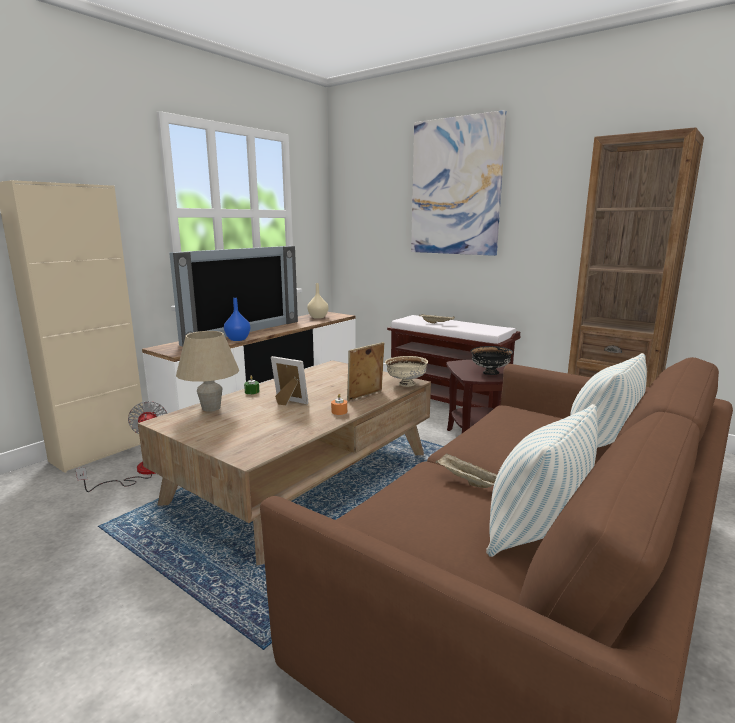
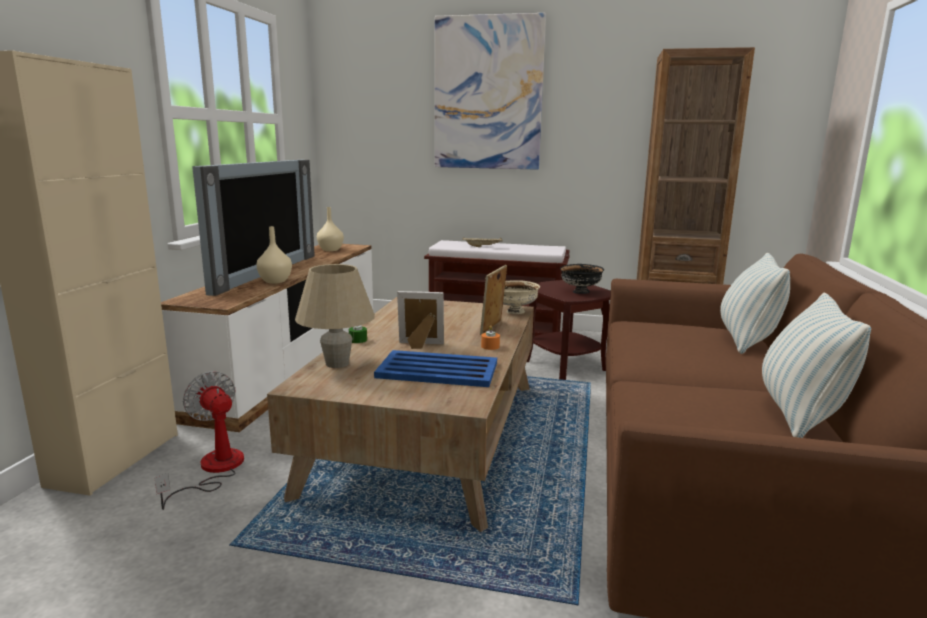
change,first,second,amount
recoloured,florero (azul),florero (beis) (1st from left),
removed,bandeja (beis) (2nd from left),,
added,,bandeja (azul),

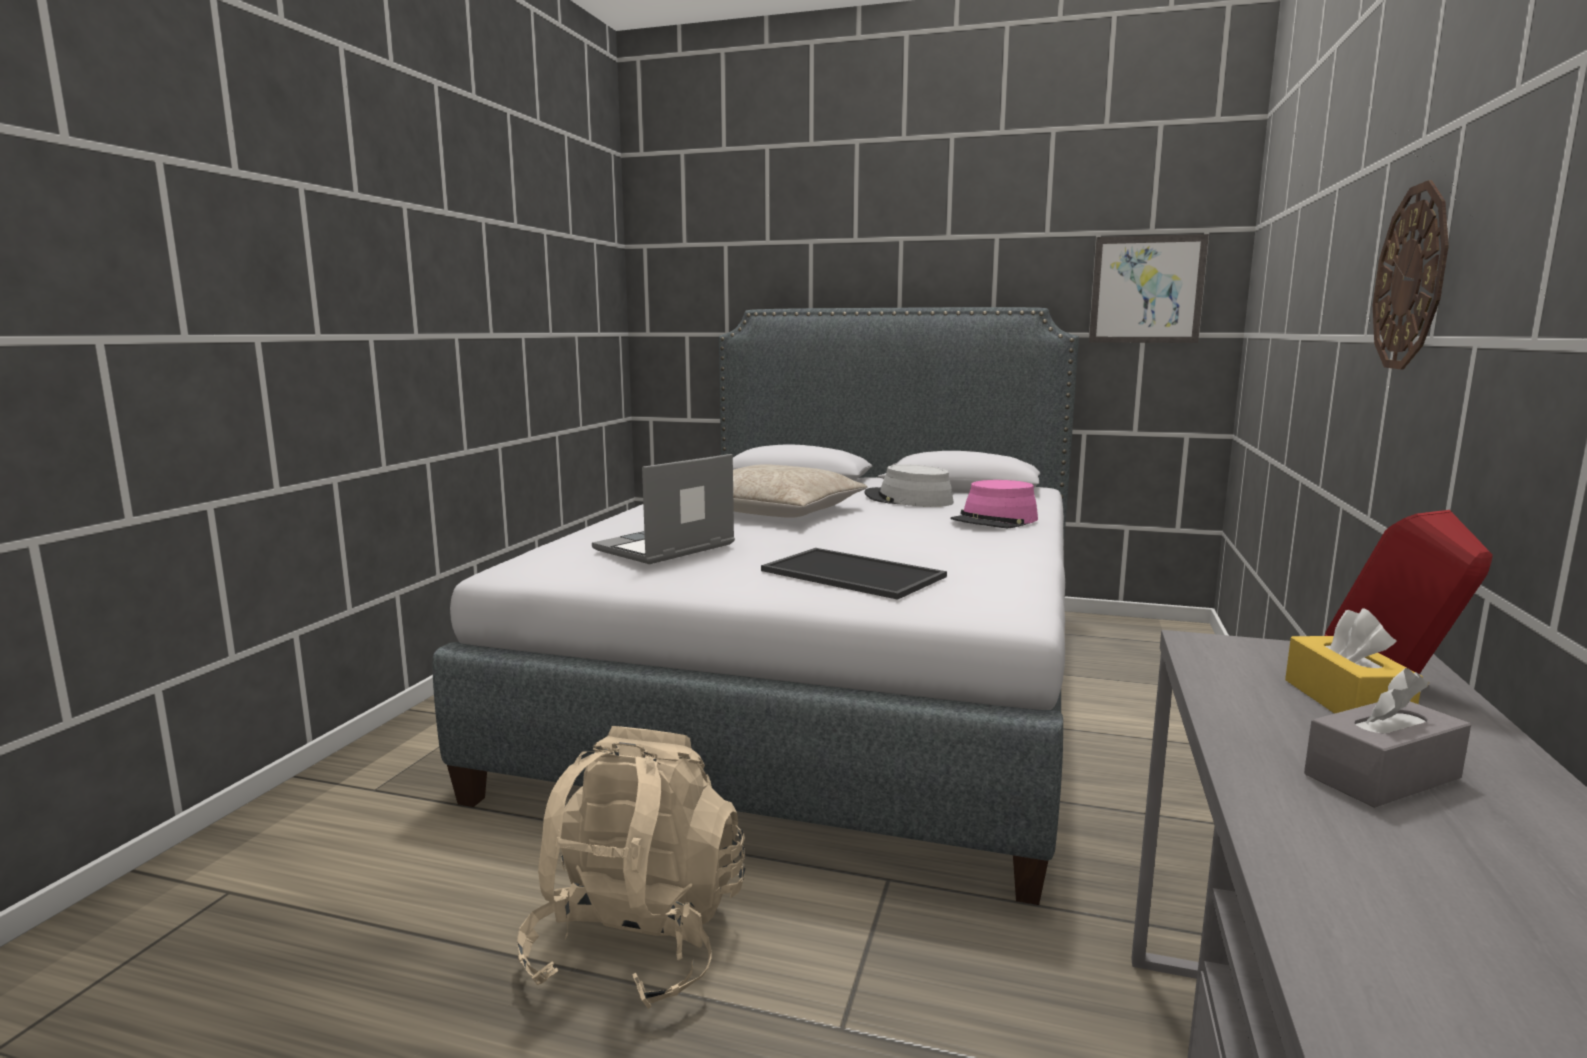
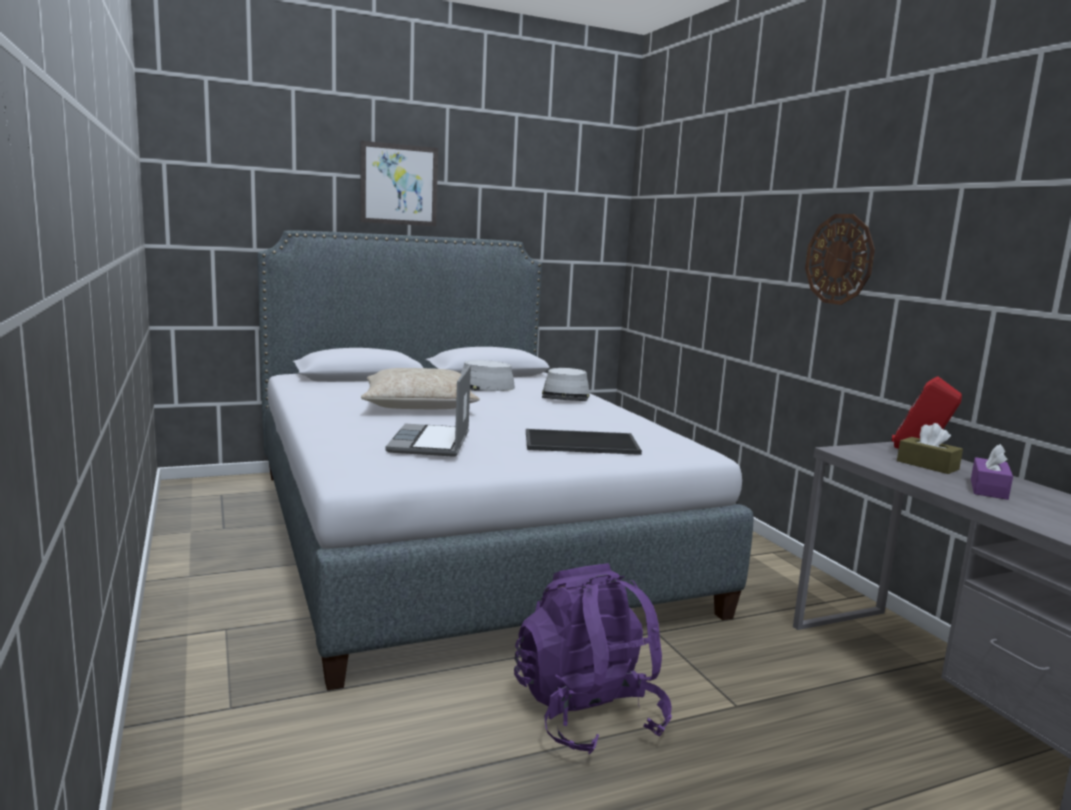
change,first,second,amount
recoloured,mochila (beis),mochila (morado),
recoloured,sombrero (rosa),sombrero (gris) (2nd from left),
moved,cuadro,,
recoloured,caja de pañuelos (amarillo),caja de pañuelos (marrón),
recoloured,caja de pañuelos (gris),caja de pañuelos (morado),

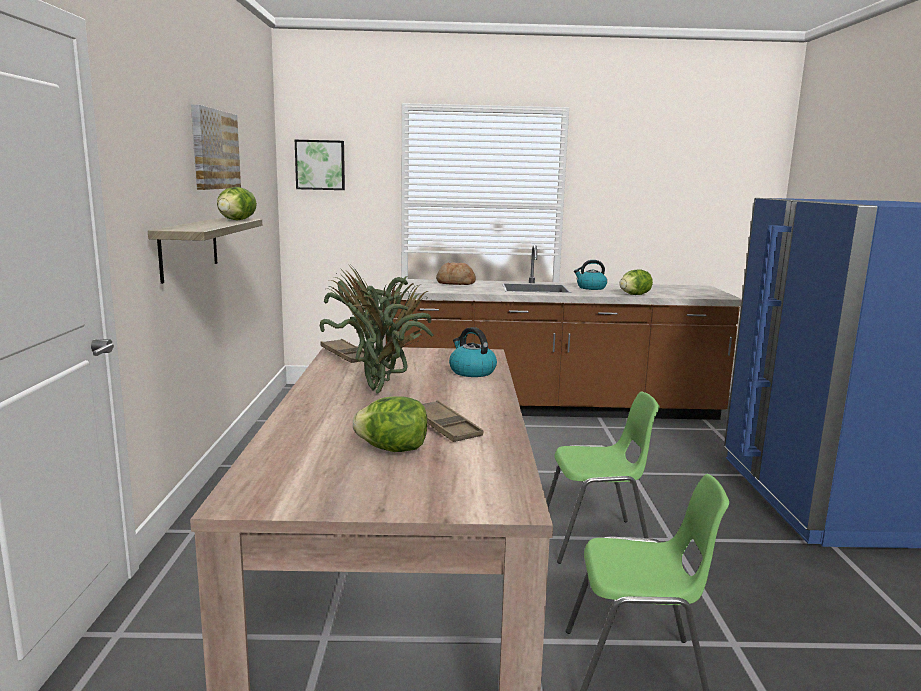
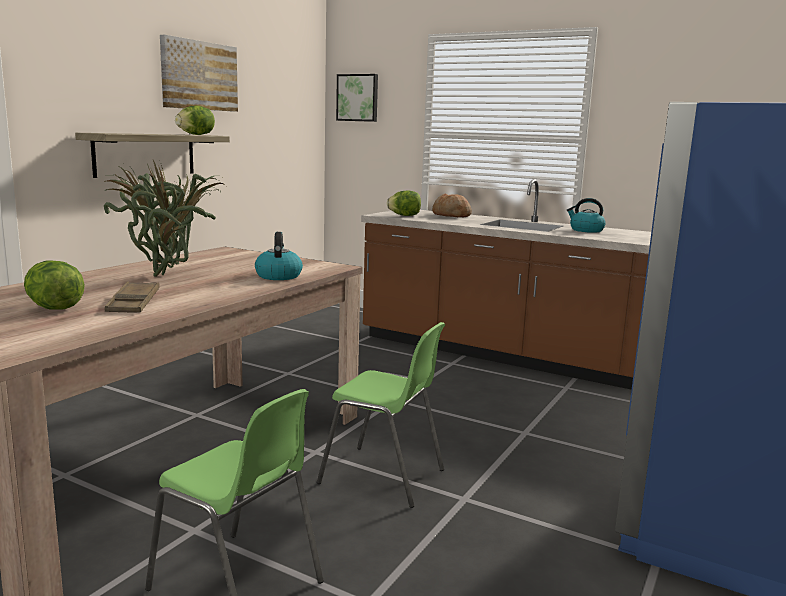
change,first,second,amount
removed,bandeja (marrón) (1st from left),,
moved,lechuga (3rd from left),,

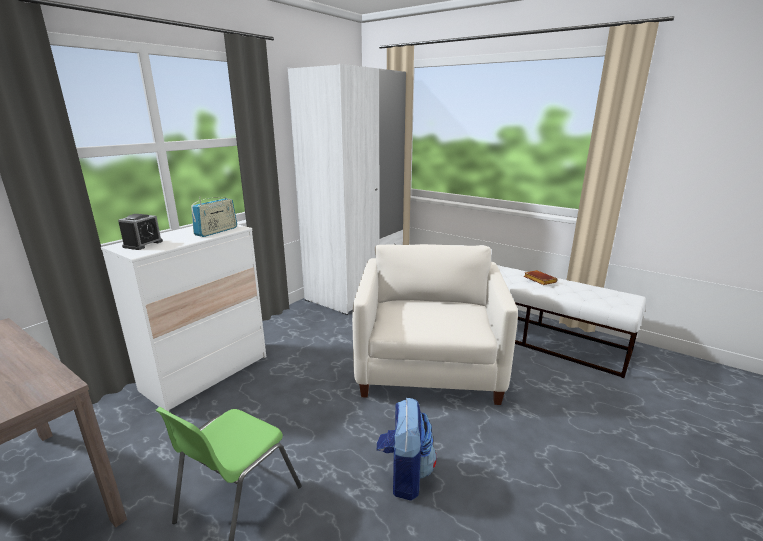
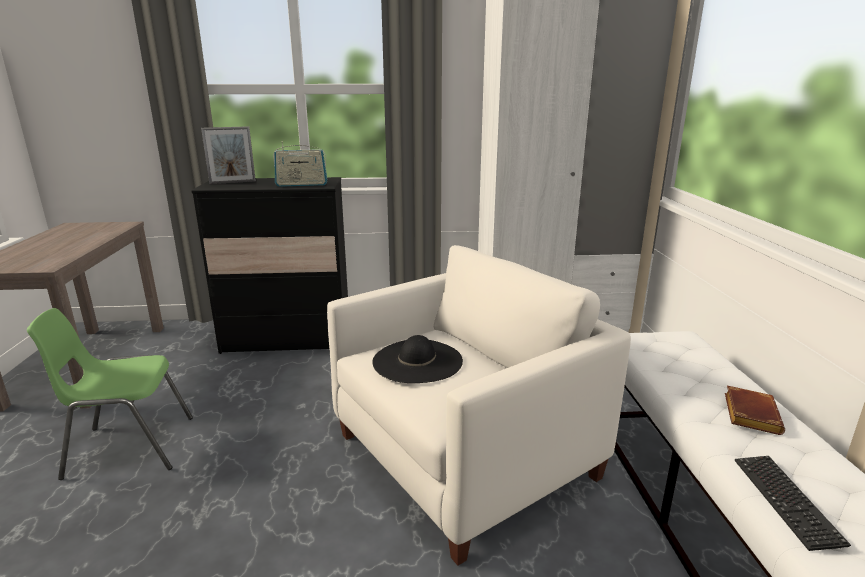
change,first,second,amount
recoloured,cómoda (blanco),cómoda (negro),
replaced,despertador,portarretratos,
removed,mochila,,
added,,sombrero (negro),
added,,teclado,

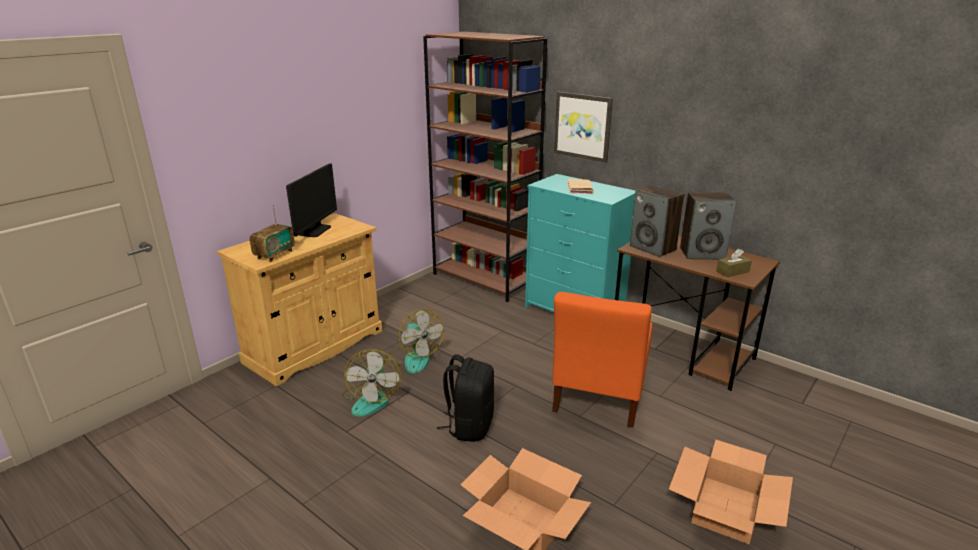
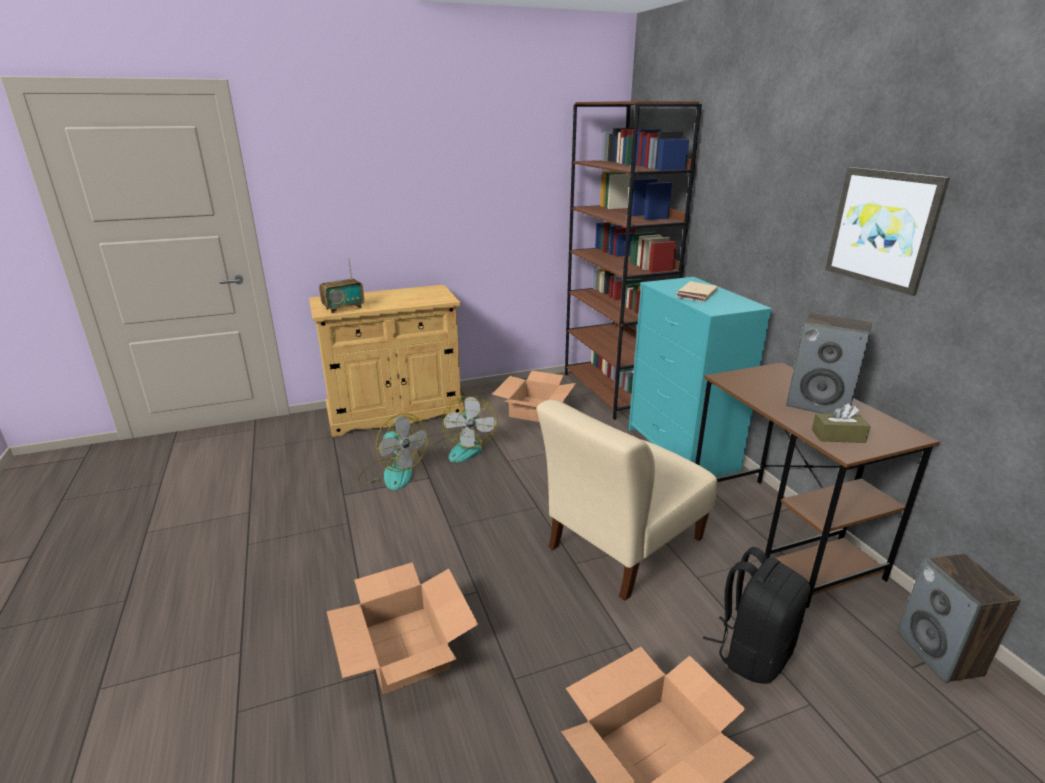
change,first,second,amount
removed,monitor,,
turned,ventilador (1st from left),,75 degrees counterclockwise
moved,mochila (negro),,
recoloured,silla (naranja),silla (beis),
moved,cuadro,,
moved,altavoz (1st from left in the first image),altavoz (2nd from left),
added,,caja de cartón (2nd from left),

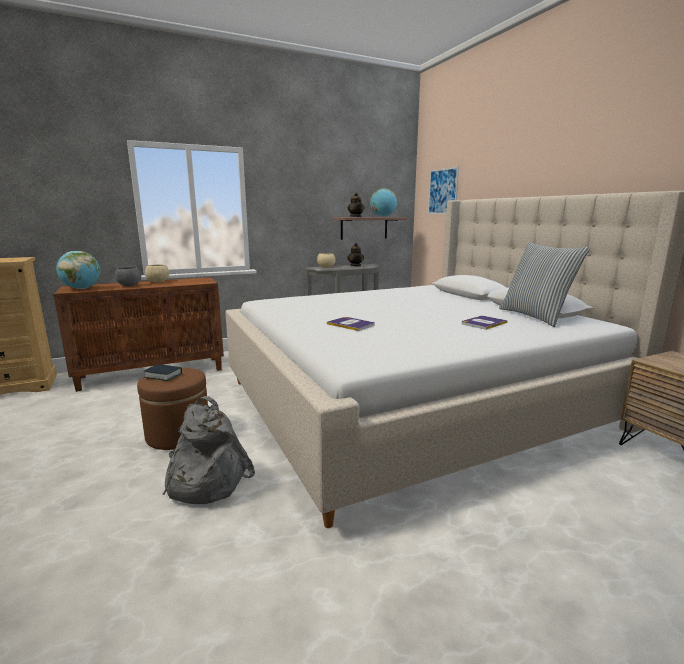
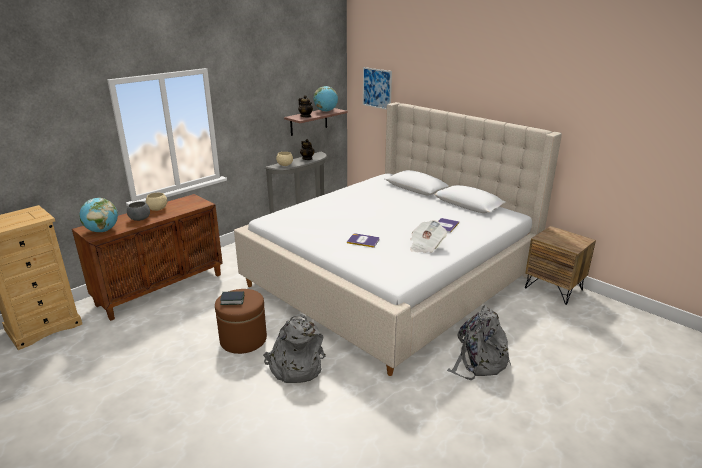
change,first,second,amount
removed,cojín,,
added,,periódico,
added,,mochila (gris) (2nd from left),

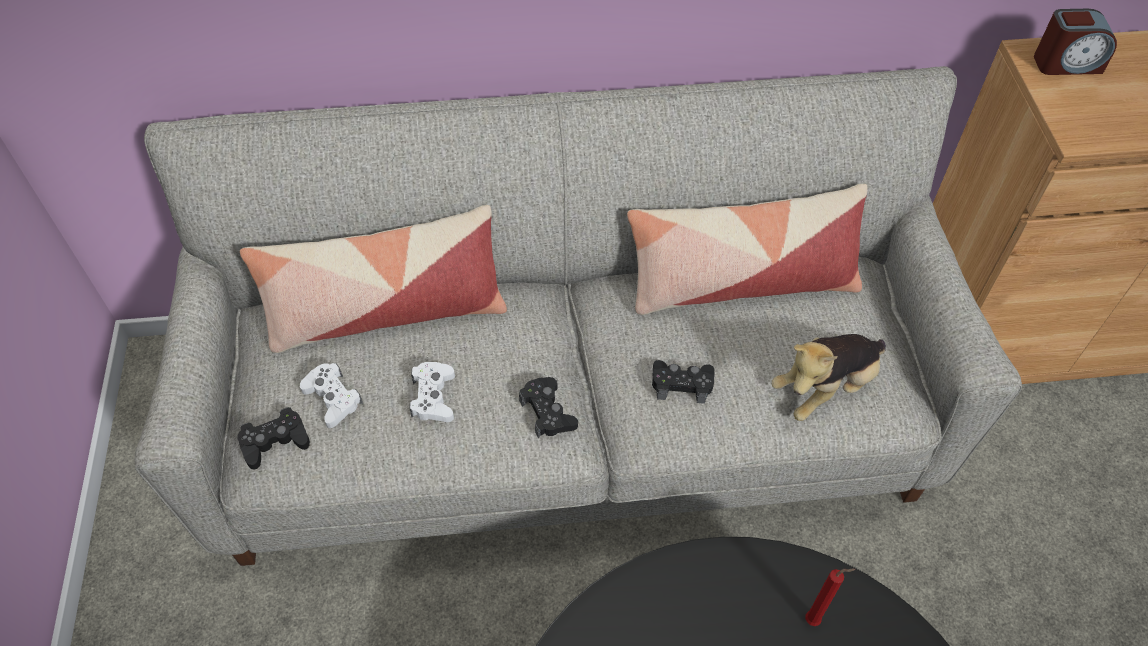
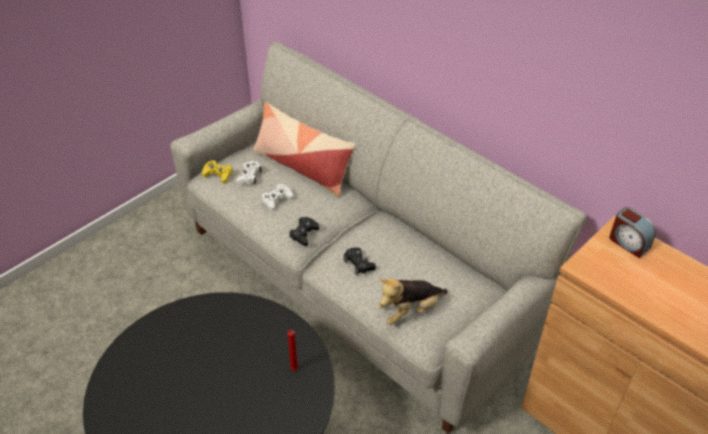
change,first,second,amount
recoloured,mando de consola (negro) (1st from left),mando de consola (amarillo),
removed,cojín (2nd from left),,
turned,peluche,,45 degrees counterclockwise

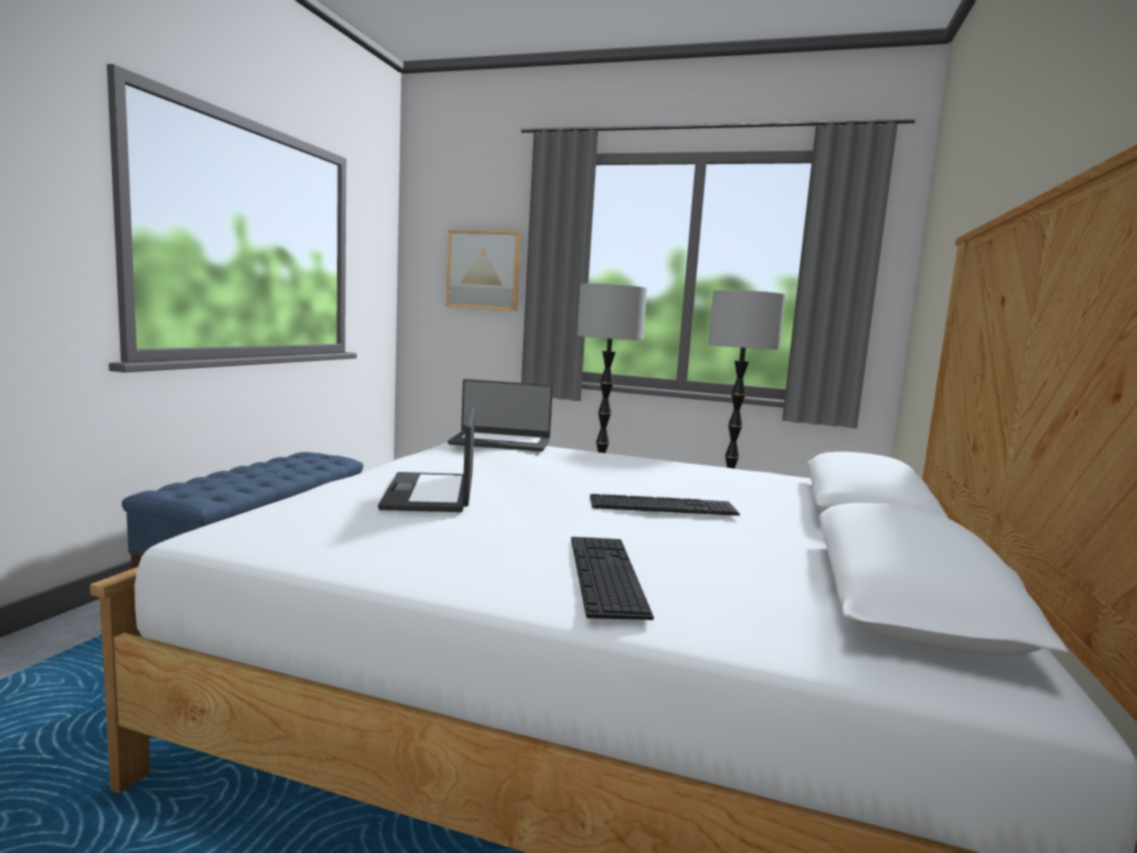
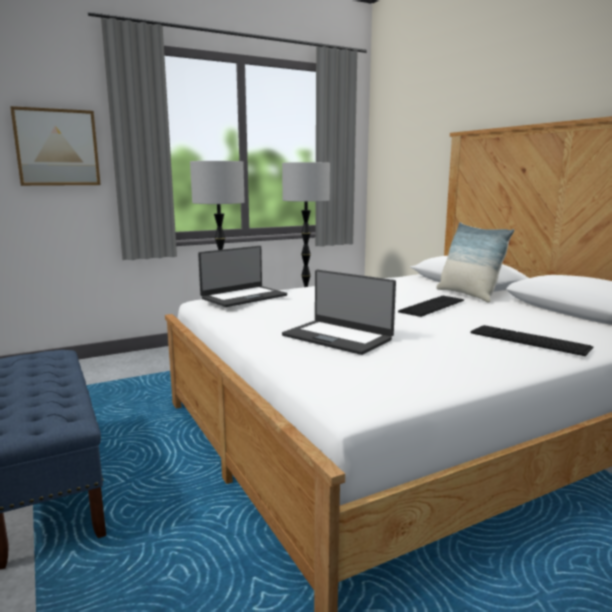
change,first,second,amount
added,,cojín,

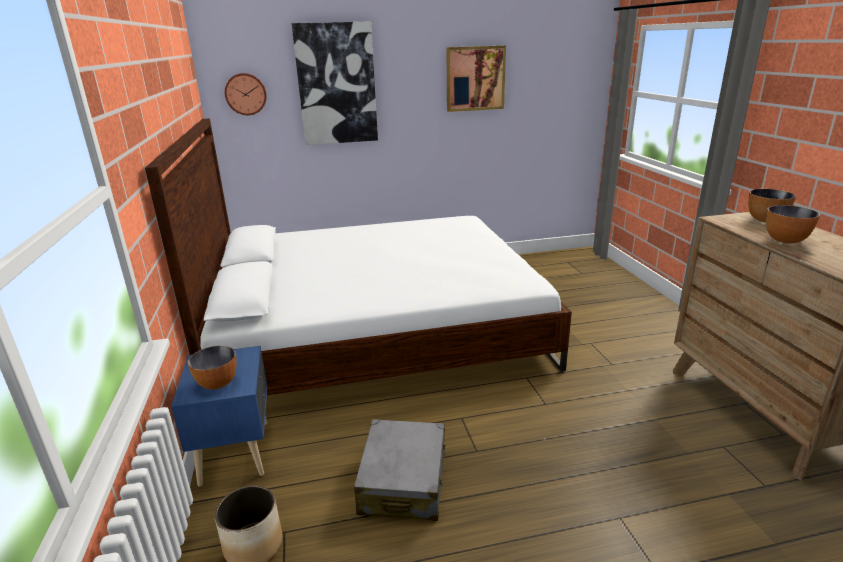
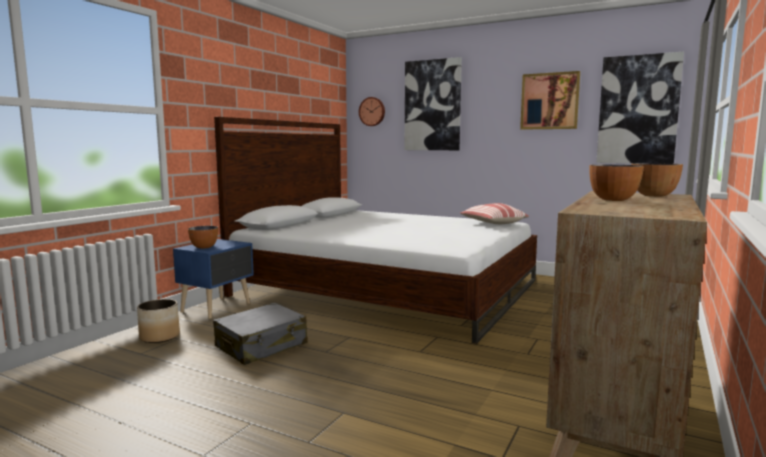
change,first,second,amount
added,,cojín,
added,,cuadro (3rd from left),

